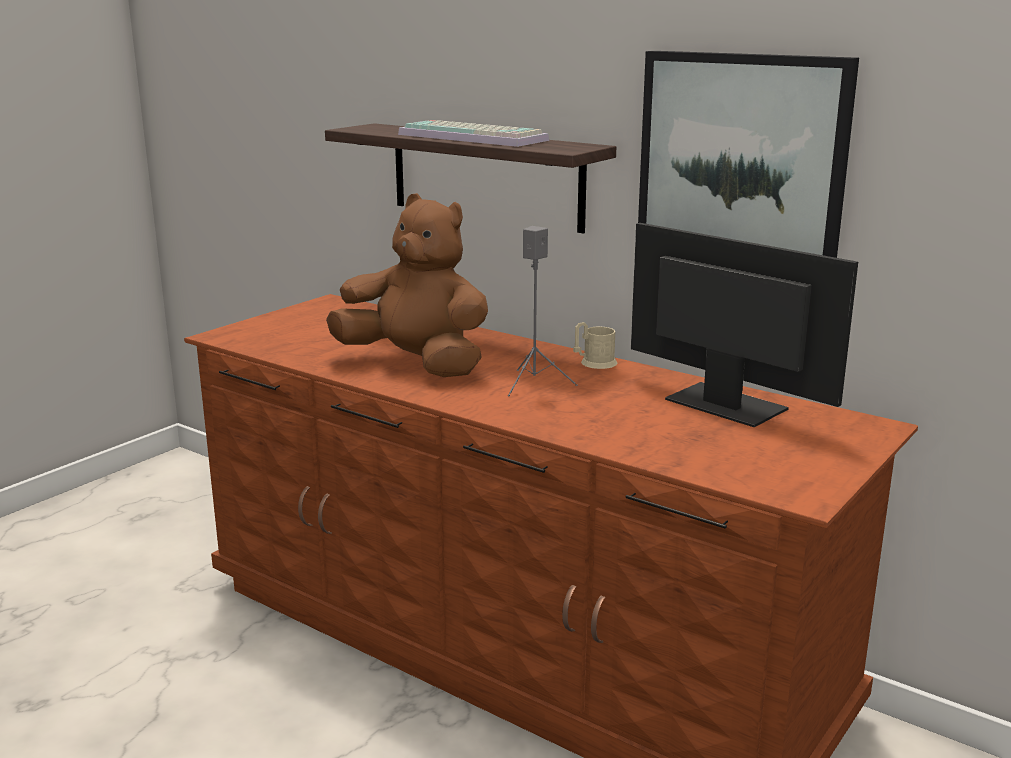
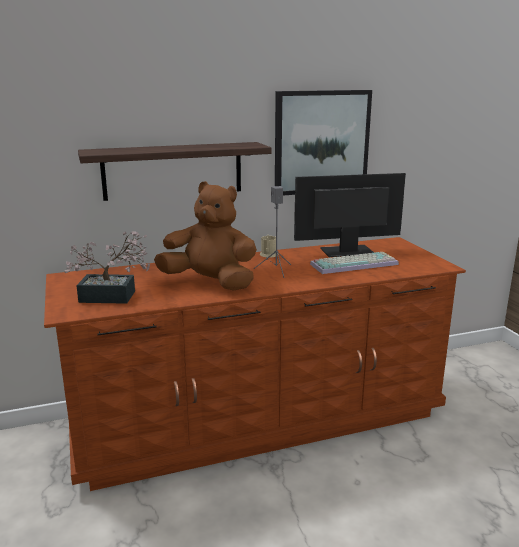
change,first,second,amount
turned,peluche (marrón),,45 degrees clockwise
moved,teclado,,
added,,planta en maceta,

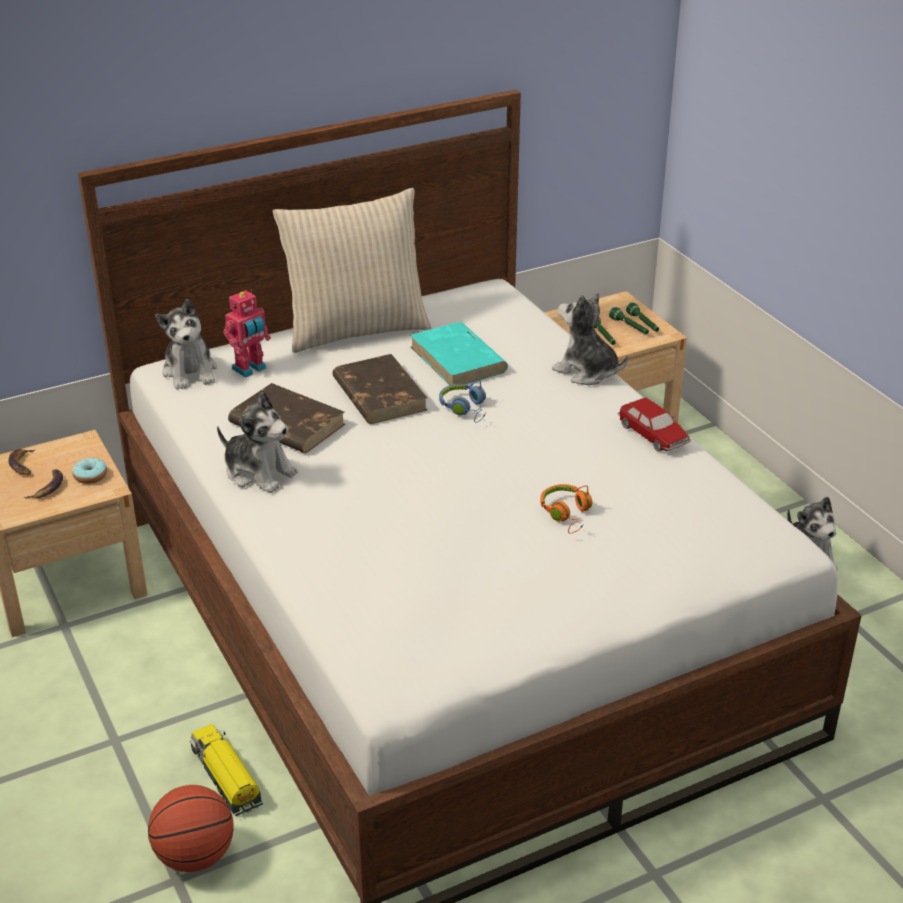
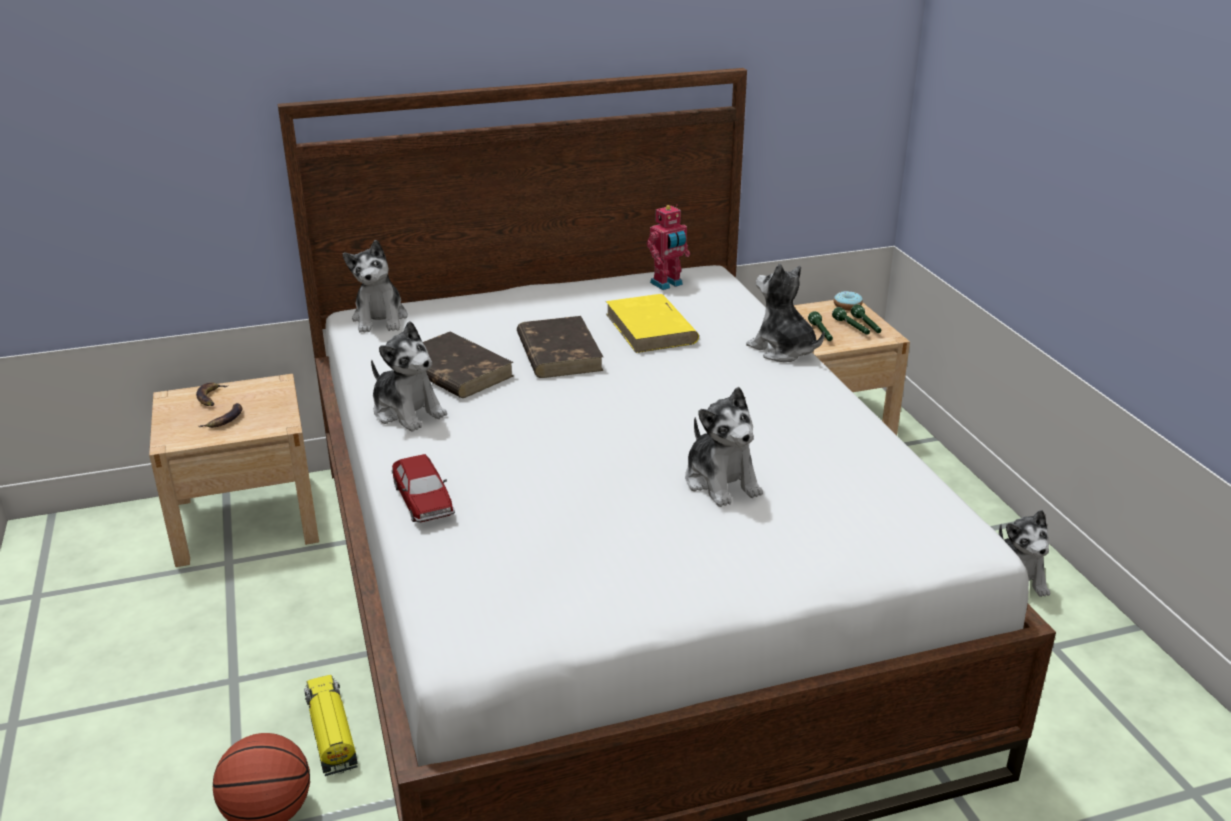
change,first,second,amount
moved,rosquilla,,
moved,robot de juguete,,
removed,cojín (beis),,
recoloured,libro (turquesa),libro (amarillo),
removed,auriculares (azul),,
replaced,auriculares (naranja),peluche (3rd from left),
moved,coche de juguete,,

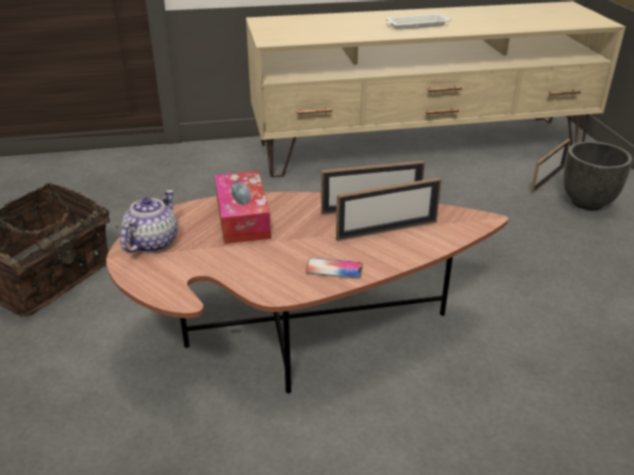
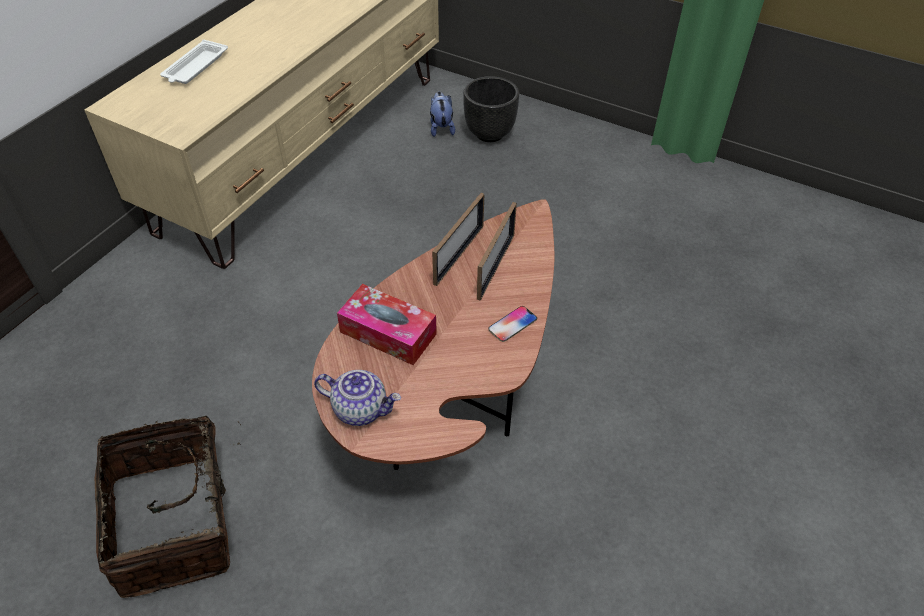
change,first,second,amount
turned,tetera,,135 degrees clockwise
moved,bandeja (blanco),,
replaced,portarretratos (3rd from left),peluche,

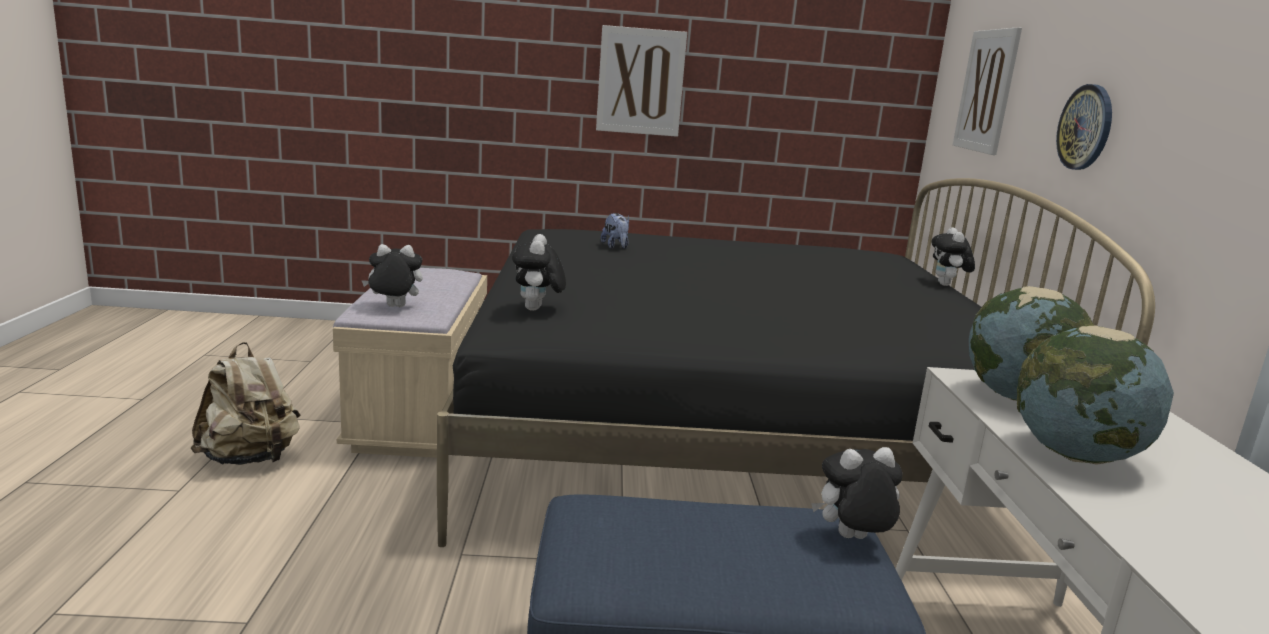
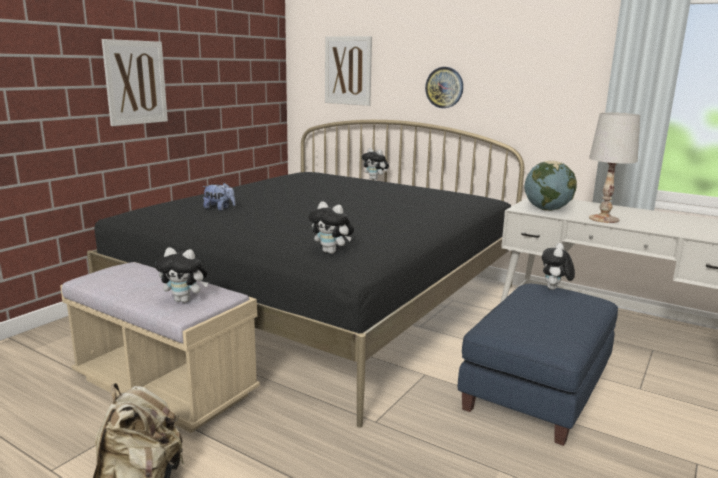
change,first,second,amount
turned,peluche (1st from left),,105 degrees counterclockwise
replaced,globo terráqueo (2nd from left),lámpara de mesa (blanco),

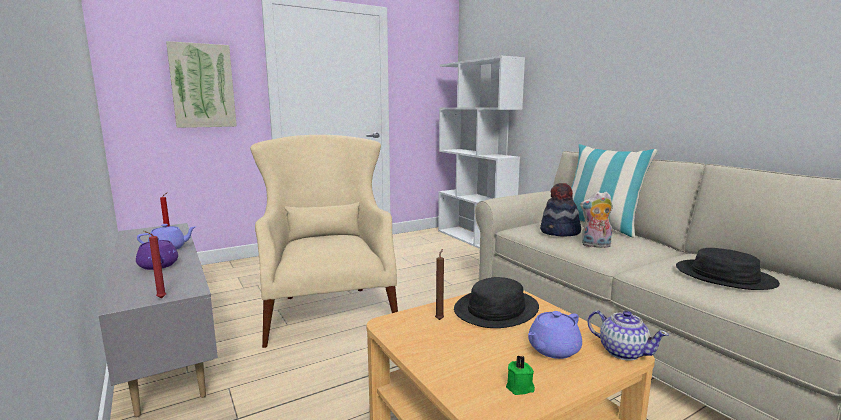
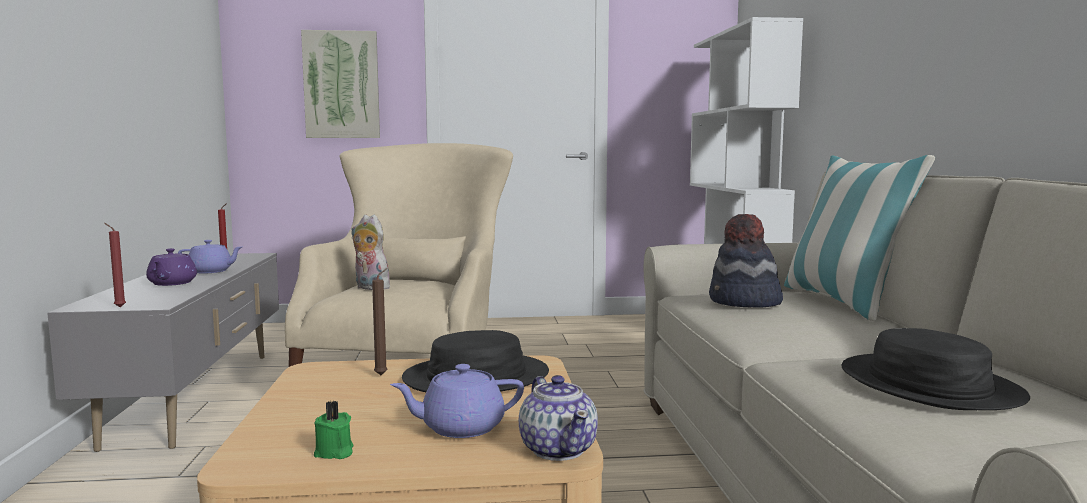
change,first,second,amount
moved,peluche,,

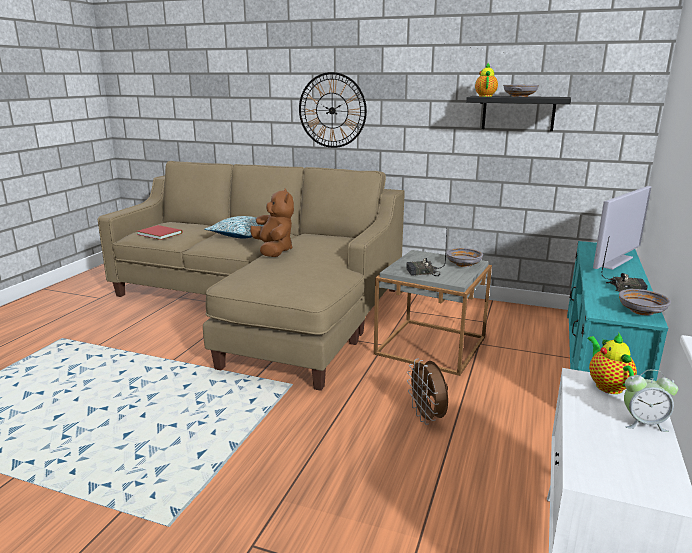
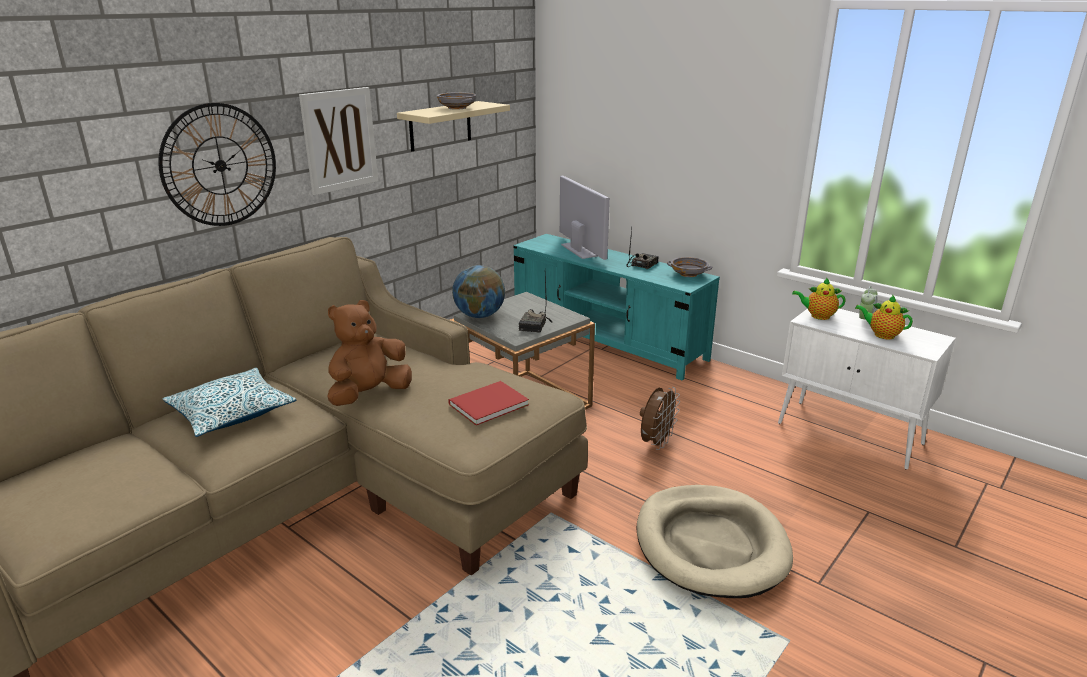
change,first,second,amount
moved,libro (rojo),,
turned,peluche (marrón),,45 degrees counterclockwise
turned,ventilador (marrón),,60 degrees counterclockwise
removed,cuenco (gris) (1st from left),,
recoloured,estante (negro),estante (beis),
moved,tetera (1st from left in the first image),tetera (2nd from left),
added,,cuadro,
added,,globo terráqueo,
added,,cama para perro (beis),

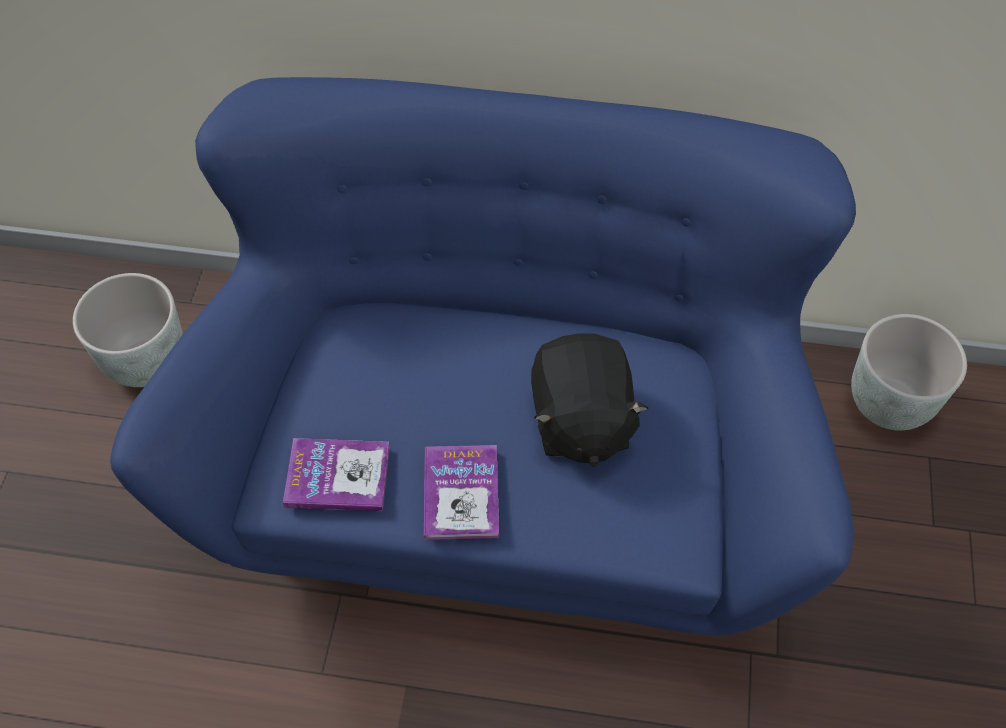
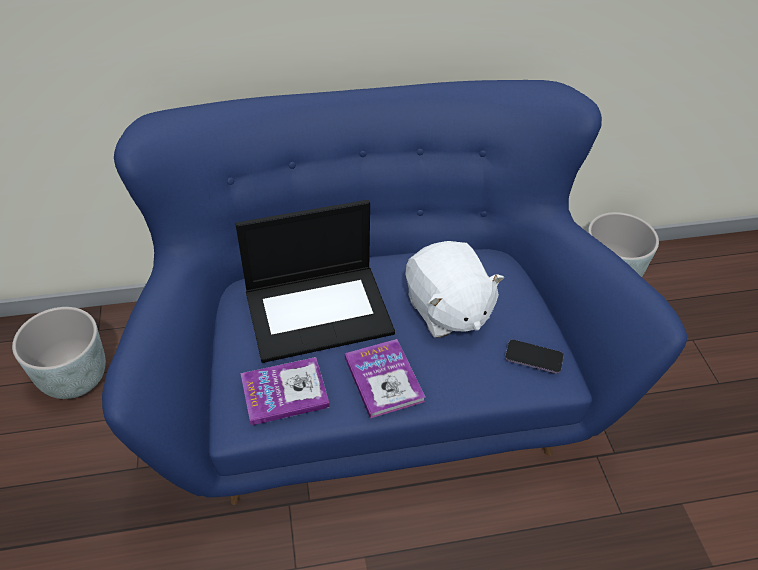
change,first,second,amount
recoloured,peluche (negro),peluche (blanco),
added,,portátil,
added,,móvil,

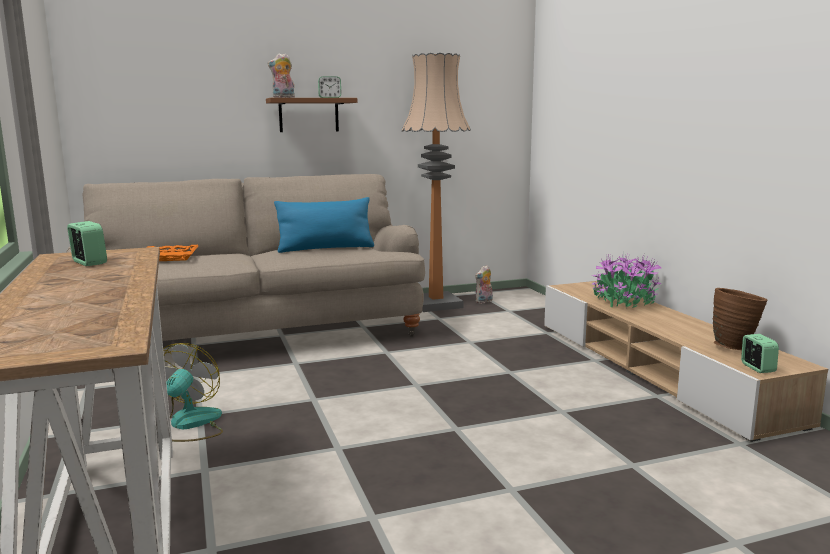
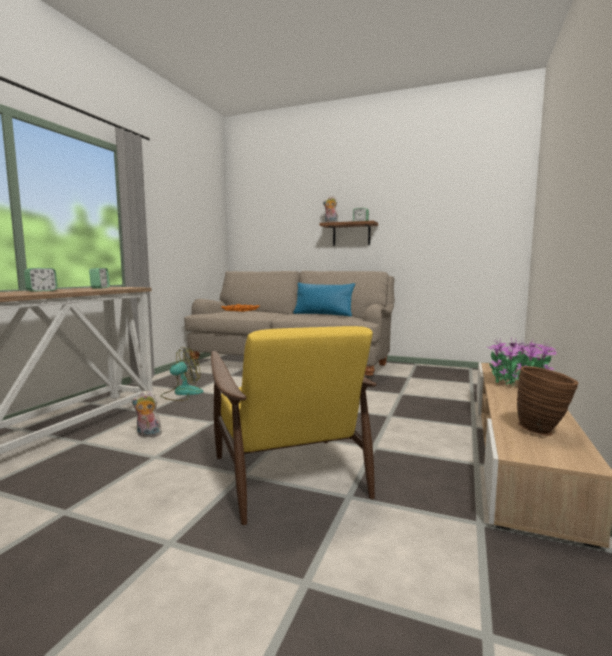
change,first,second,amount
removed,lámpara de pie,,
moved,peluche (2nd from left in the first image),peluche (1st from left),
moved,despertador (3rd from left in the first image),despertador (1st from left),
added,,sillón (amarillo),

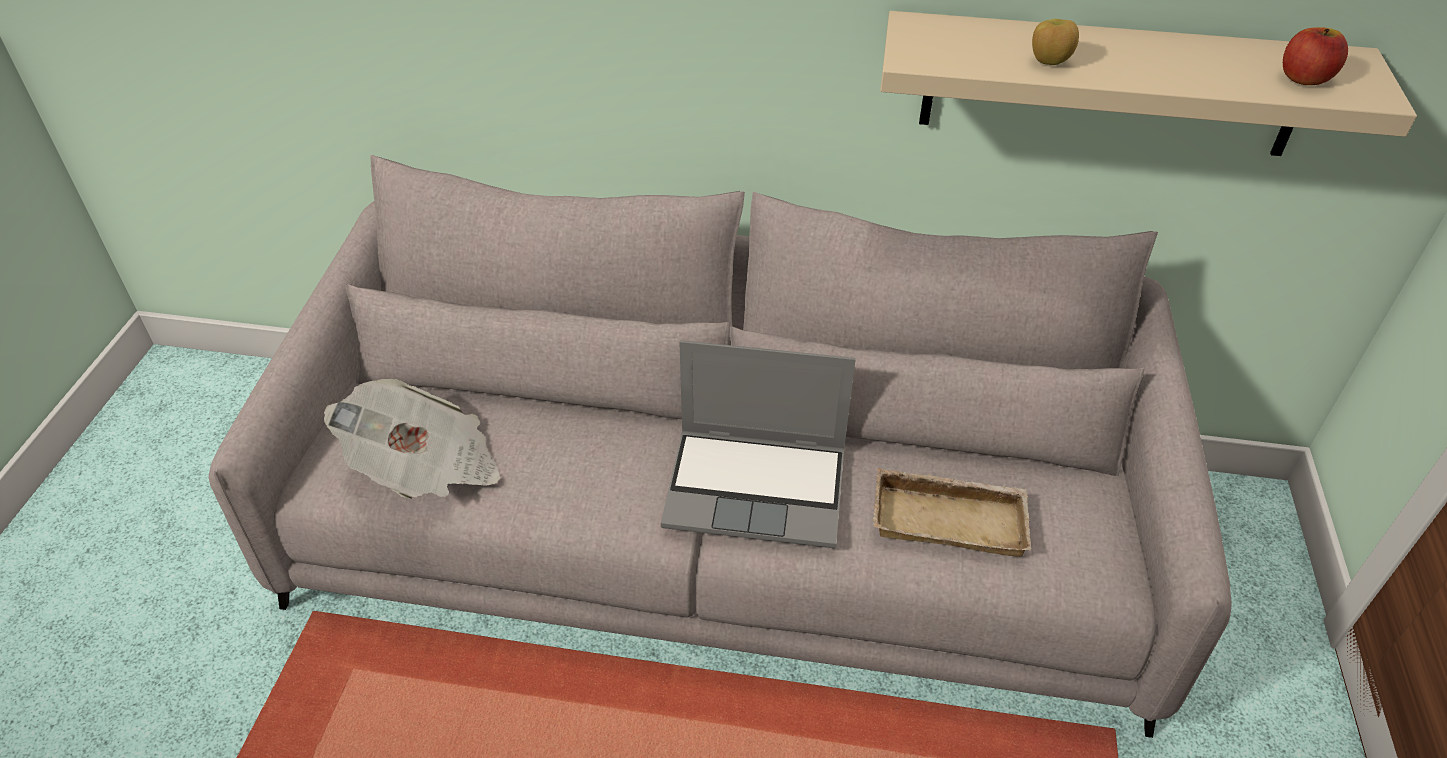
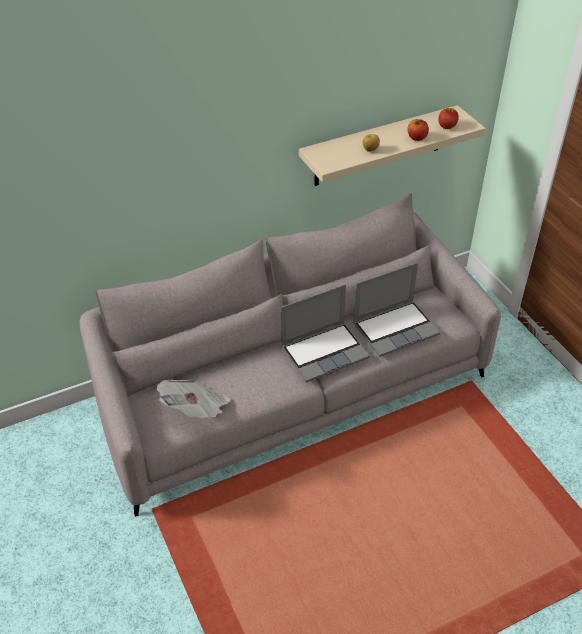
change,first,second,amount
replaced,bandeja (beis),portátil (2nd from left),
added,,manzana (2nd from left),

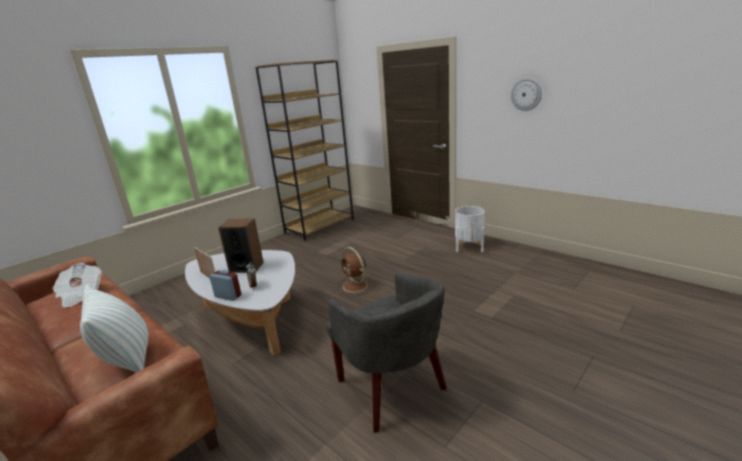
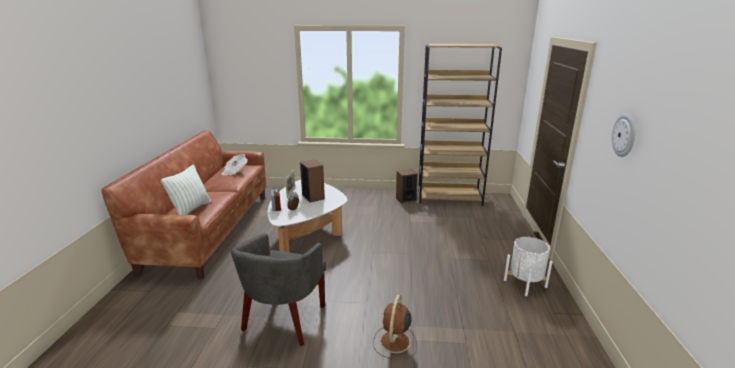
change,first,second,amount
moved,ventilador (marrón),,
added,,altavoz (2nd from left),

